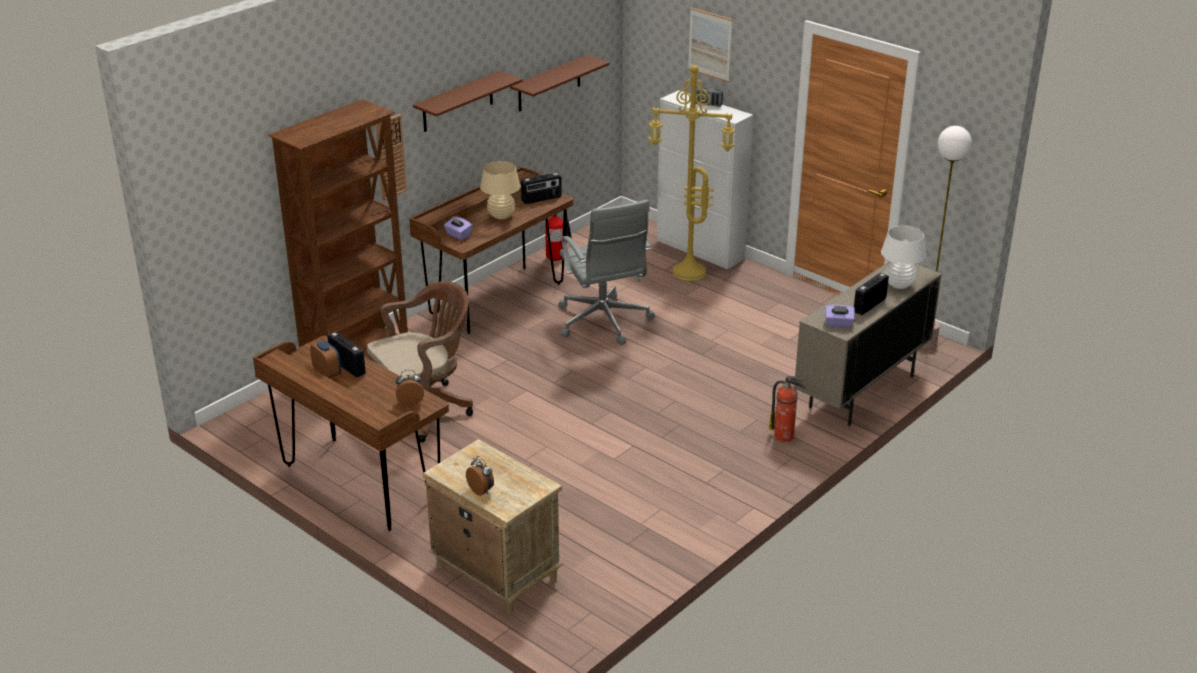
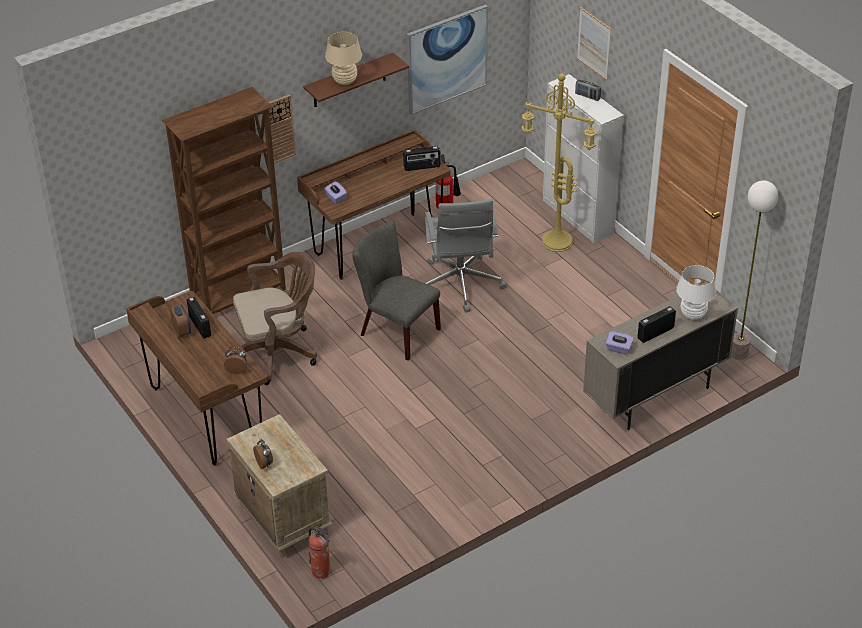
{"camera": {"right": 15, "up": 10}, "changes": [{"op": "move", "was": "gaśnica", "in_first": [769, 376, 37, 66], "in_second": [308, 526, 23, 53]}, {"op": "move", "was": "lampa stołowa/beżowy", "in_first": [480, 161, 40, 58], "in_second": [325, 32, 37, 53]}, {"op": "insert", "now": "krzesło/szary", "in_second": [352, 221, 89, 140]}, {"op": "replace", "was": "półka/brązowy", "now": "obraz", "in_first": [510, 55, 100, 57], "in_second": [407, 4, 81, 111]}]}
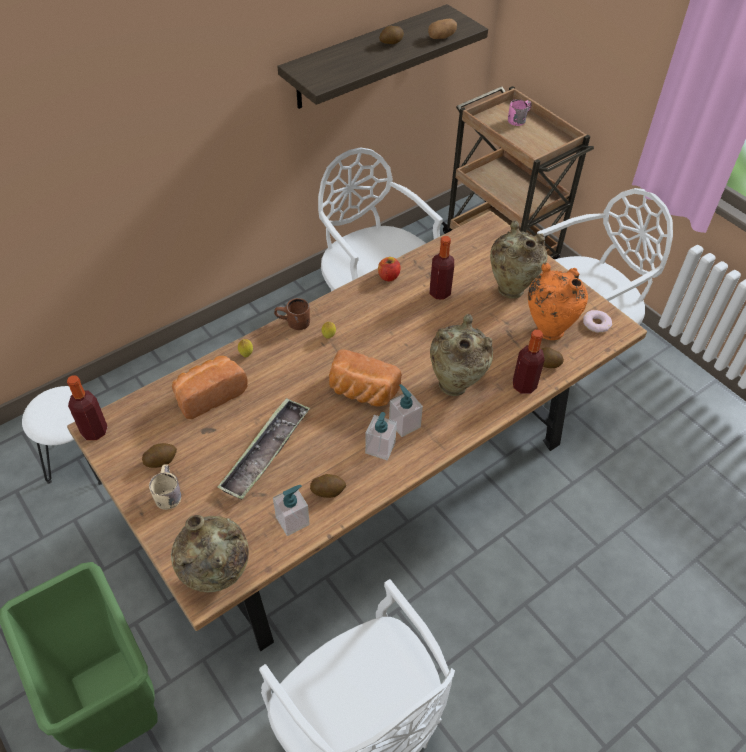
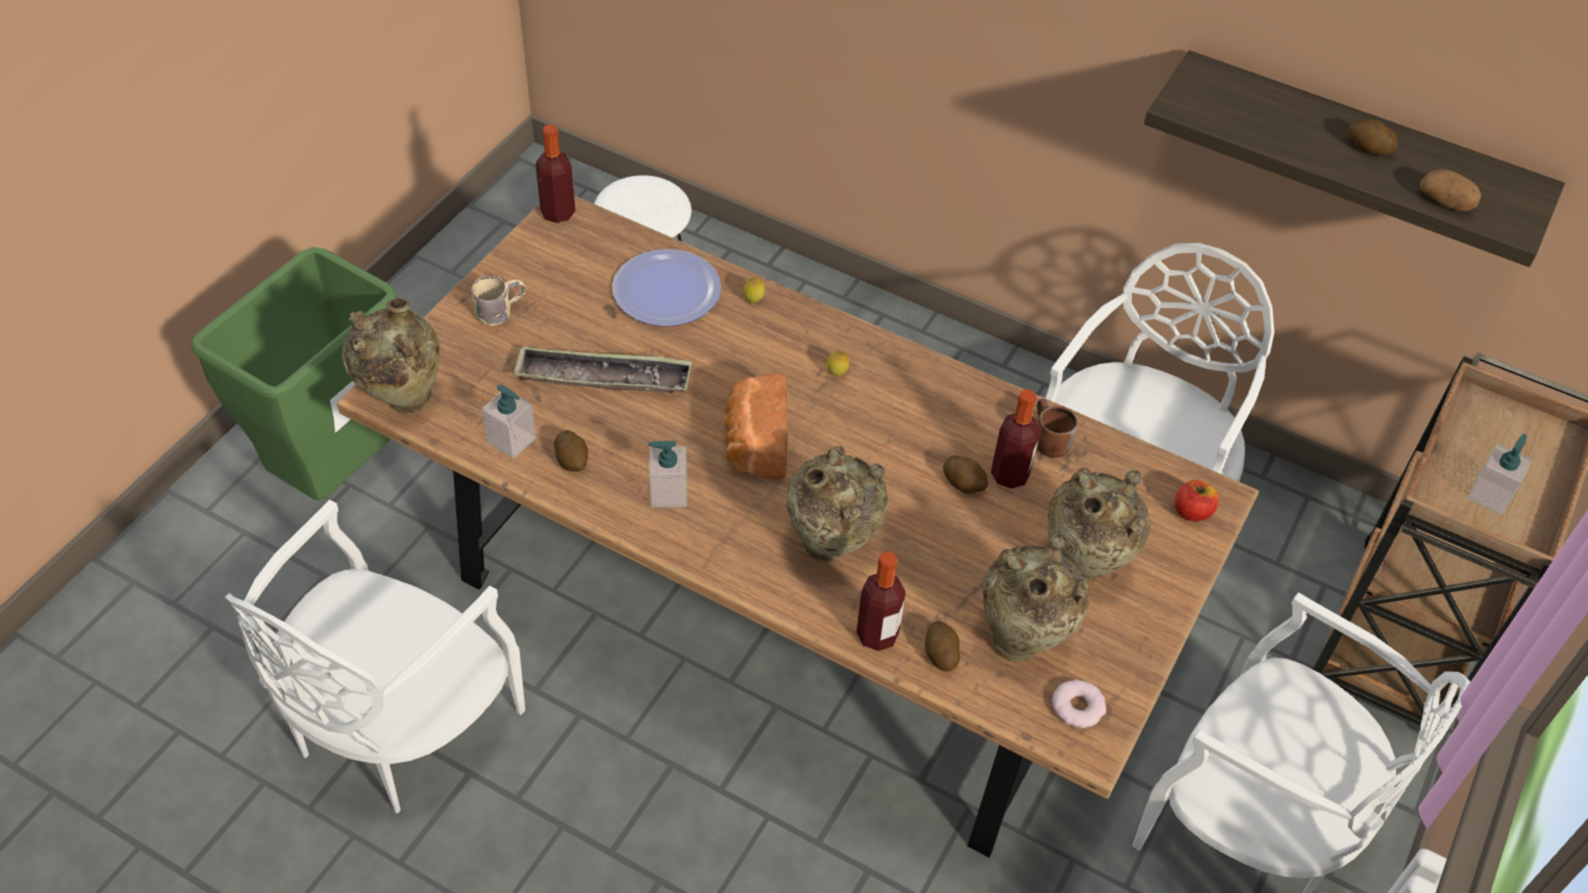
{"camera": {"right": 65, "up": 0}, "changes": [{"op": "replace", "was": "chleb", "now": "talerz", "in_first": [172, 356, 76, 63], "in_second": [612, 249, 109, 77]}, {"op": "move", "was": "ziemniak", "in_first": [142, 443, 35, 25], "in_second": [943, 455, 45, 39]}, {"op": "recolor", "was": "wazon/pomarańczowy", "now": "wazon/beżowy", "in_first": [528, 263, 60, 77], "in_second": [982, 534, 108, 128]}, {"op": "move", "was": "kubek/brązowy", "in_first": [274, 298, 36, 32], "in_second": [1037, 399, 41, 59]}, {"op": "move", "was": "jabłko", "in_first": [378, 257, 23, 24], "in_second": [1175, 480, 44, 42]}, {"op": "move", "was": "dozownik mydła", "in_first": [389, 384, 34, 53], "in_second": [1467, 434, 65, 81]}, {"op": "delete", "was": "kubek/różowy", "in_first": [508, 99, 24, 27]}]}
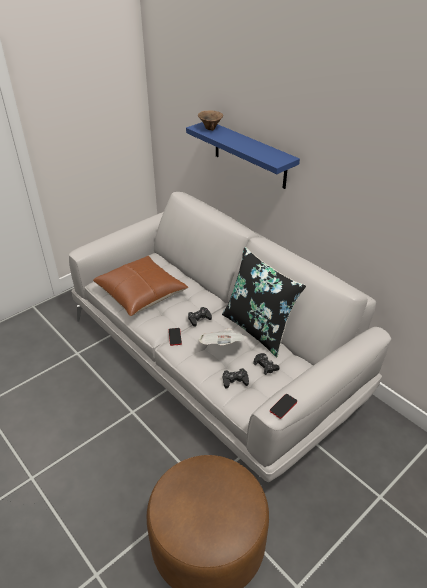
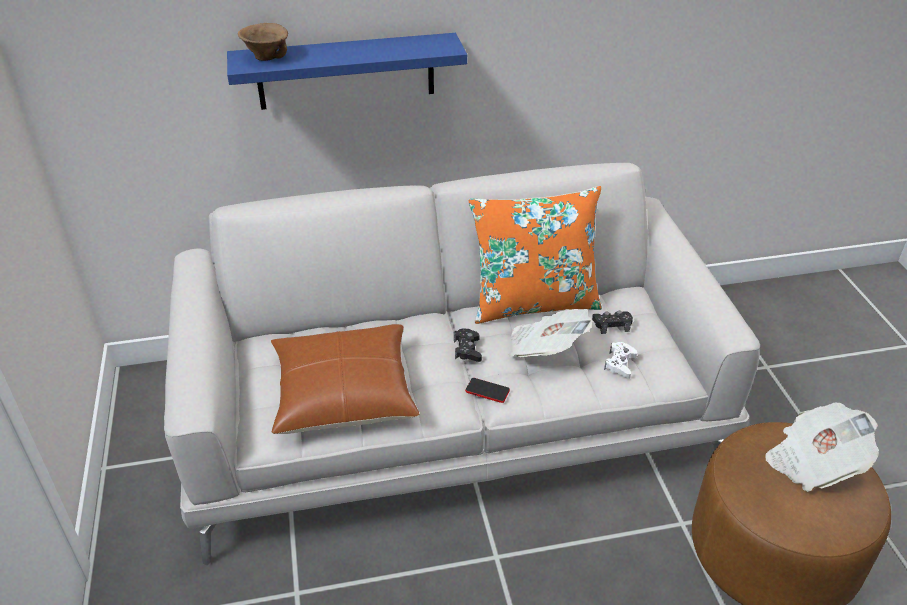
{"camera": {"right": -60, "up": 0}, "changes": [{"op": "recolor", "was": "poduszka/czarny", "now": "poduszka/pomarańczowy", "in_first": [222, 247, 84, 110], "in_second": [468, 186, 134, 138]}, {"op": "recolor", "was": "pad do gier/czarny", "now": "pad do gier/biały", "in_first": [223, 368, 26, 21], "in_second": [604, 342, 33, 37]}, {"op": "insert", "now": "gazeta", "in_second": [765, 403, 114, 89]}, {"op": "delete", "was": "telefon", "in_first": [270, 394, 27, 25]}]}
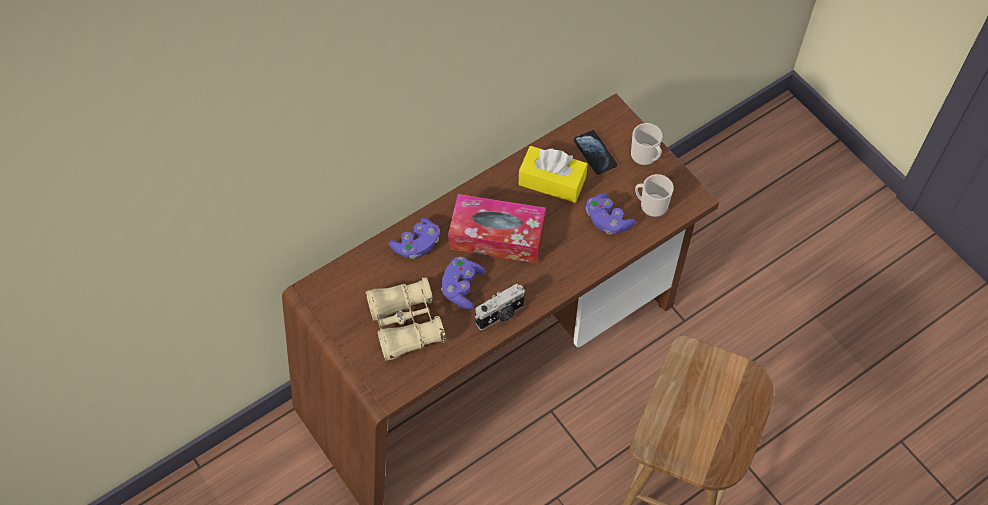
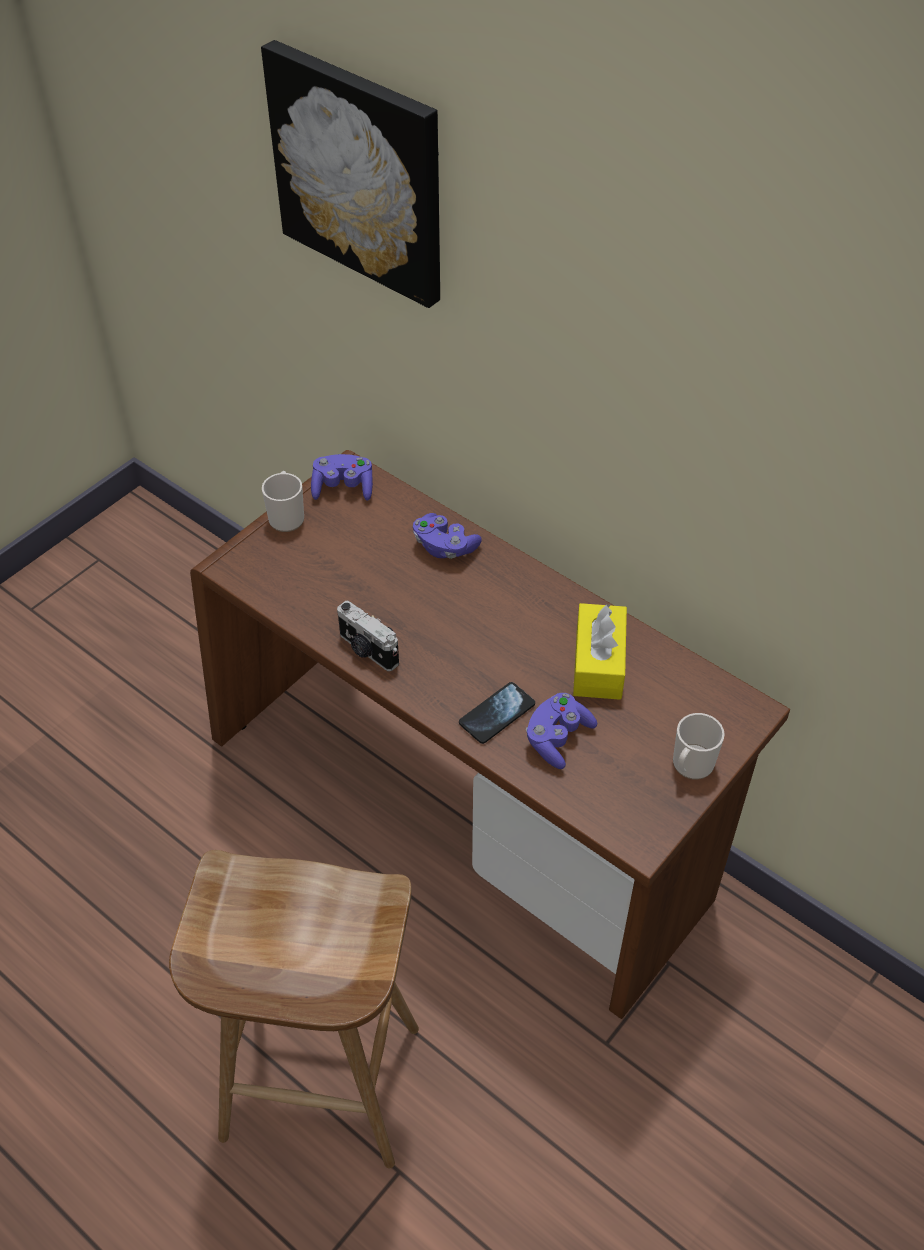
{"camera": {"right": 75, "up": -10}, "changes": [{"op": "insert", "now": "obraz", "in_second": [261, 40, 179, 268]}, {"op": "move", "was": "kubek", "in_first": [635, 174, 39, 43], "in_second": [262, 471, 42, 61]}, {"op": "move", "was": "pad do gier/fioletowy", "in_first": [441, 257, 44, 52], "in_second": [311, 454, 62, 47]}, {"op": "move", "was": "telefon", "in_first": [574, 130, 43, 44], "in_second": [459, 682, 76, 62]}, {"op": "delete", "was": "lornetka/beżowy", "in_first": [366, 277, 80, 84]}, {"op": "delete", "was": "pudełko chusteczek", "in_first": [448, 194, 98, 69]}]}
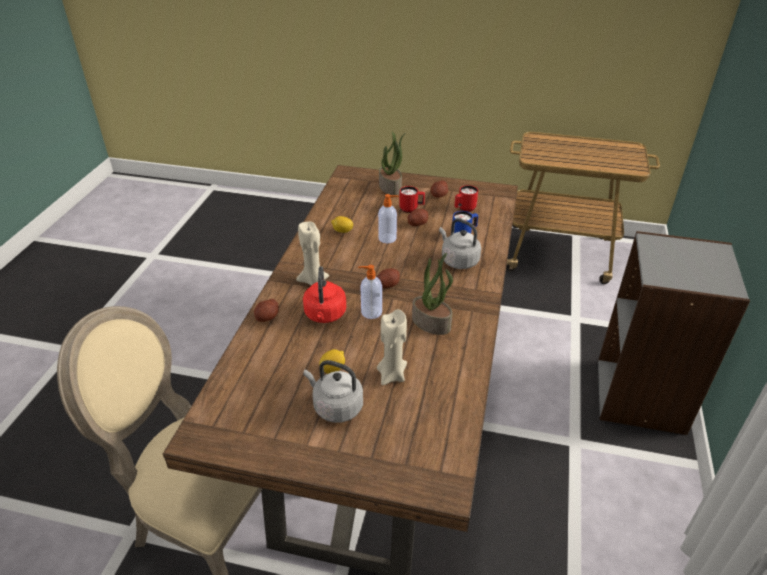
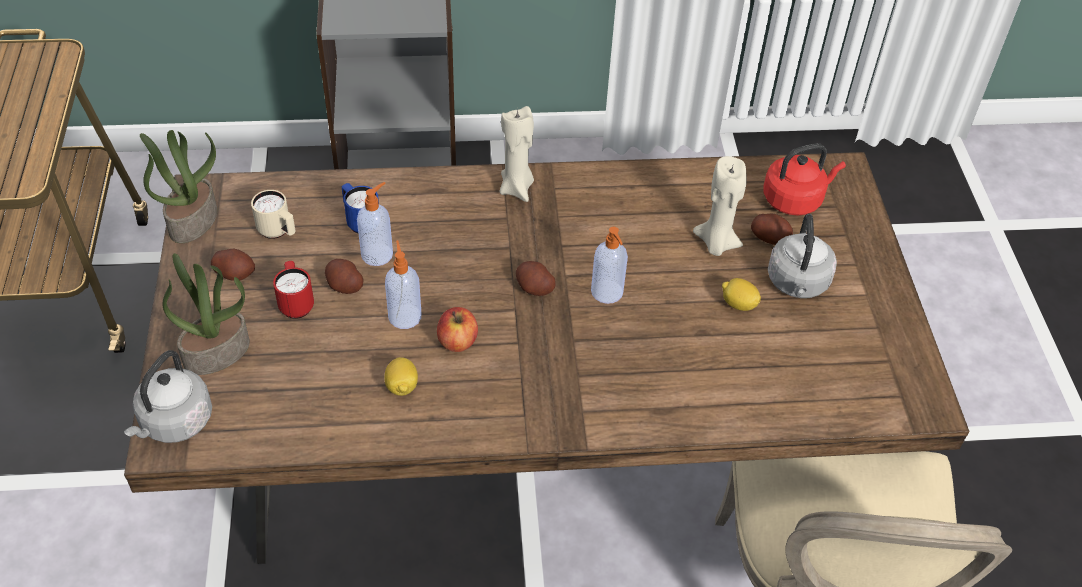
{"camera": {"right": -110, "up": 10}, "changes": [{"op": "move", "was": "czajnik/szary", "in_first": [439, 218, 42, 51], "in_second": [124, 350, 88, 93]}, {"op": "move", "was": "roślina doniczkowa", "in_first": [412, 253, 41, 82], "in_second": [140, 130, 77, 113]}, {"op": "recolor", "was": "kubek/czerwony", "now": "kubek/beżowy", "in_first": [455, 185, 23, 27], "in_second": [251, 190, 45, 49]}, {"op": "insert", "now": "dozownik mydła", "in_second": [357, 182, 36, 84]}, {"op": "insert", "now": "jabłko", "in_second": [437, 307, 41, 45]}, {"op": "move", "was": "świeca/beżowy", "in_first": [296, 222, 33, 64], "in_second": [500, 106, 34, 96]}, {"op": "move", "was": "ziemniak", "in_first": [254, 299, 25, 23], "in_second": [751, 214, 42, 31]}, {"op": "move", "was": "czajnik/czerwony", "in_first": [303, 266, 43, 57], "in_second": [763, 143, 83, 73]}]}
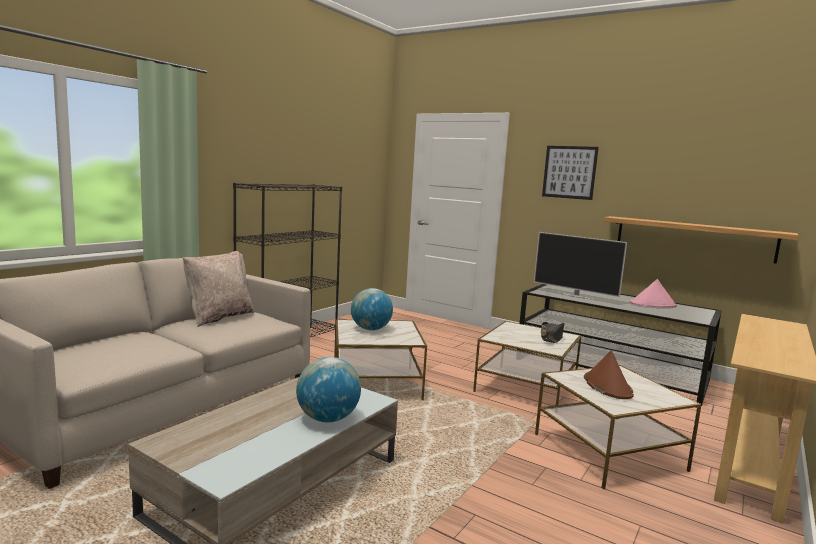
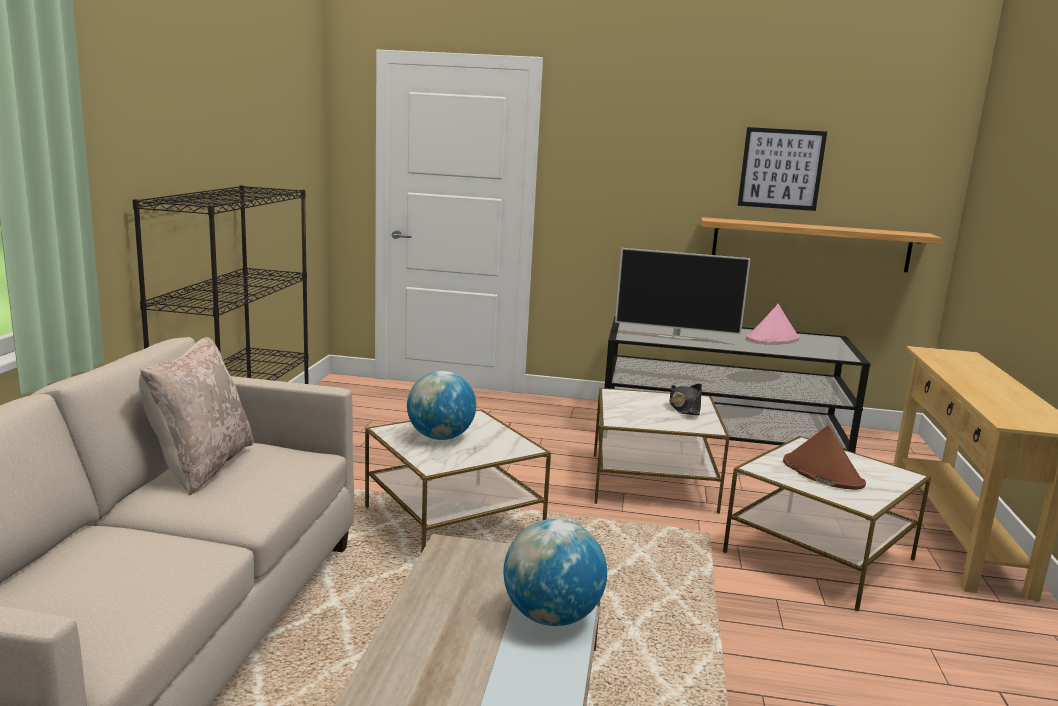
{"camera": {"right": -25, "up": 5}, "changes": [{"op": "move", "was": "obraz", "in_first": [542, 146, 57, 54], "in_second": [738, 127, 89, 84]}]}
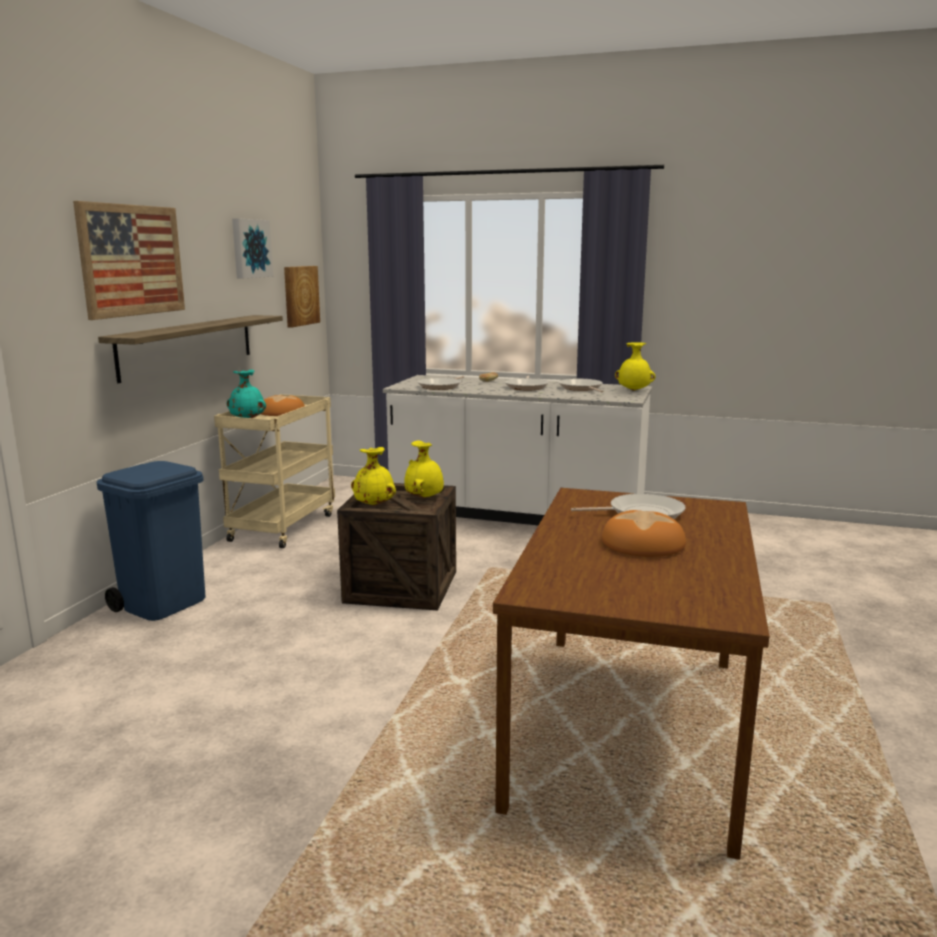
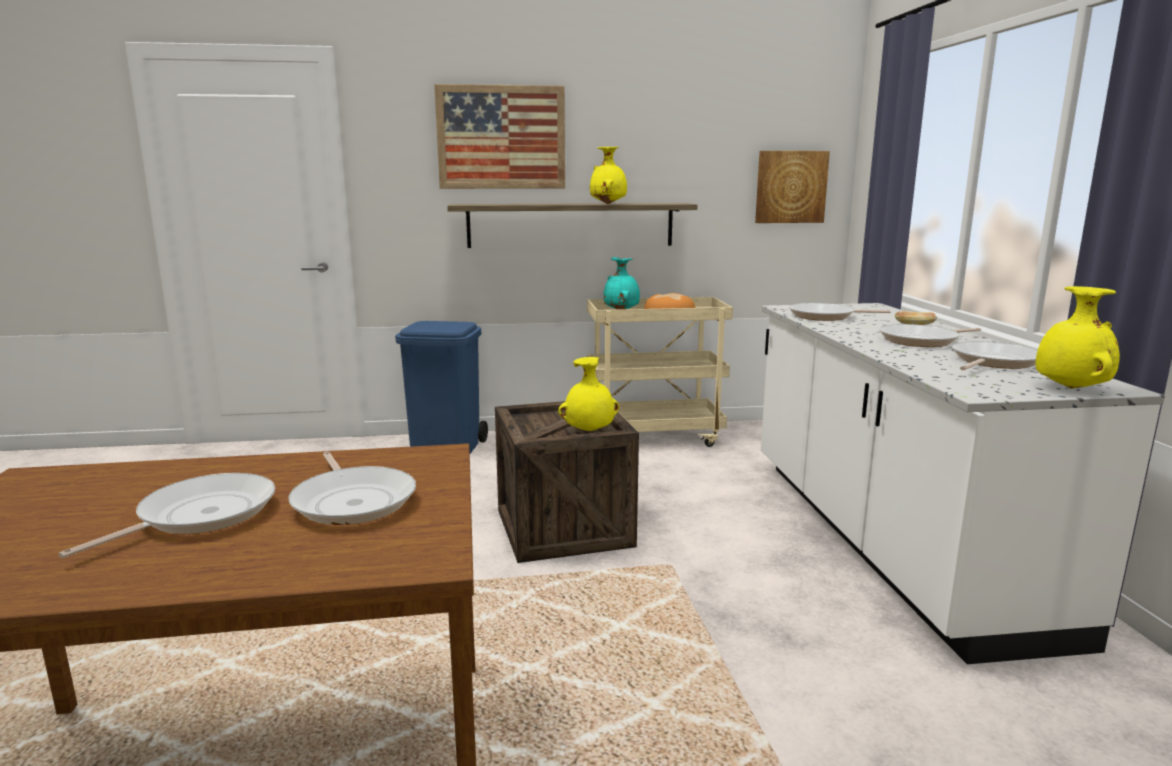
{"camera": {"right": 65, "up": 0}, "changes": [{"op": "replace", "was": "chleb", "now": "patelnia", "in_first": [602, 510, 84, 47], "in_second": [59, 473, 216, 85]}, {"op": "move", "was": "wazon/żółty", "in_first": [351, 447, 45, 59], "in_second": [590, 147, 37, 57]}, {"op": "delete", "was": "obraz", "in_first": [232, 218, 41, 60]}]}
